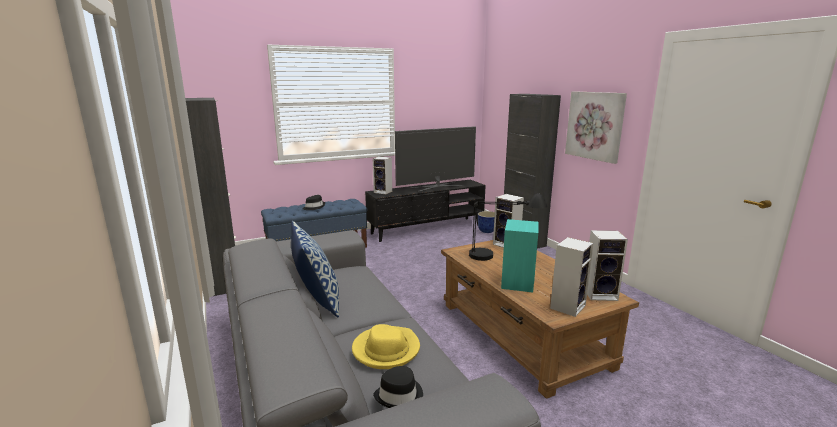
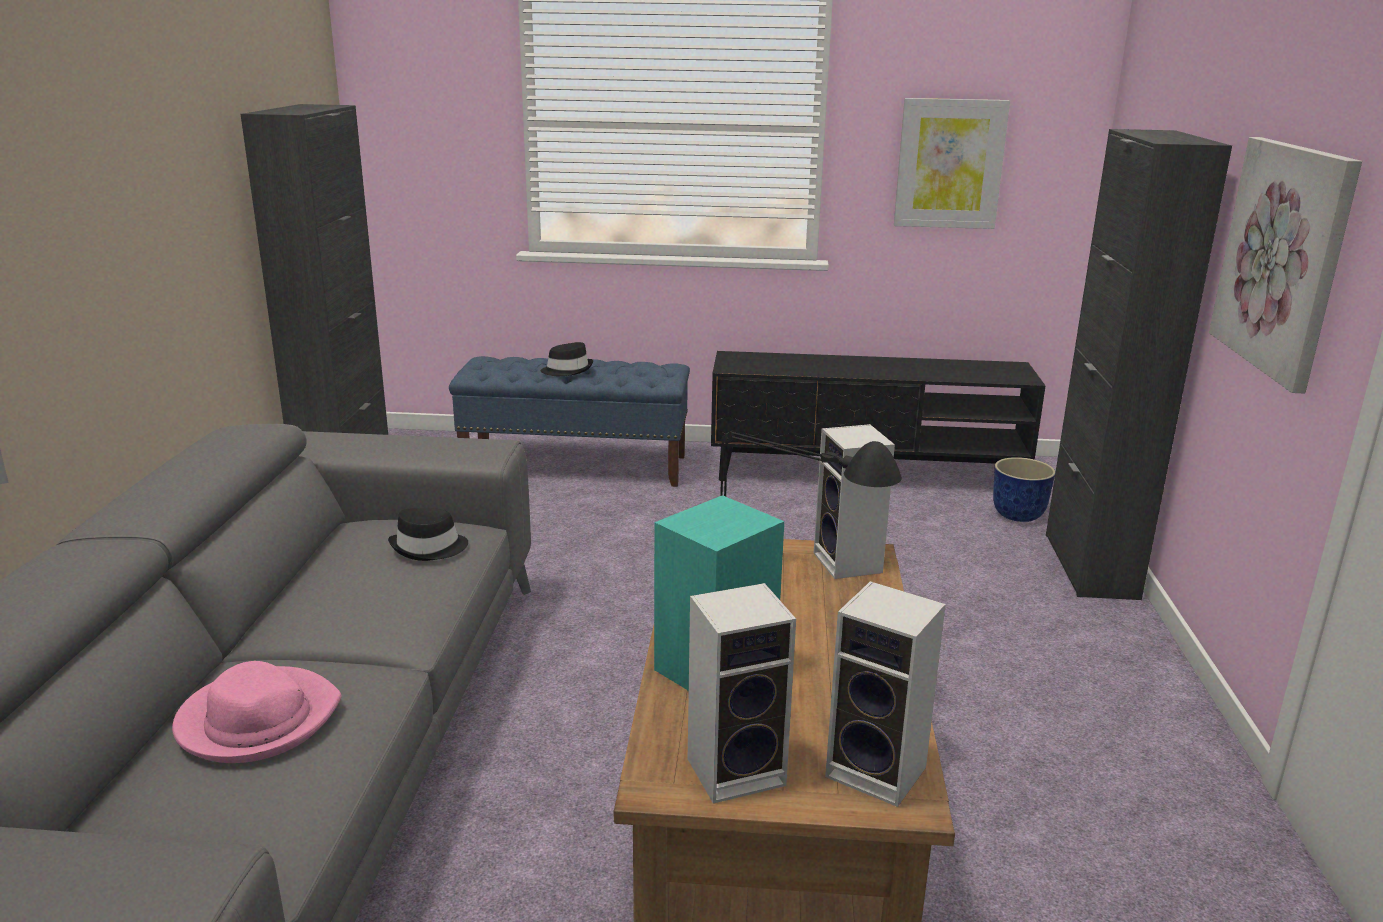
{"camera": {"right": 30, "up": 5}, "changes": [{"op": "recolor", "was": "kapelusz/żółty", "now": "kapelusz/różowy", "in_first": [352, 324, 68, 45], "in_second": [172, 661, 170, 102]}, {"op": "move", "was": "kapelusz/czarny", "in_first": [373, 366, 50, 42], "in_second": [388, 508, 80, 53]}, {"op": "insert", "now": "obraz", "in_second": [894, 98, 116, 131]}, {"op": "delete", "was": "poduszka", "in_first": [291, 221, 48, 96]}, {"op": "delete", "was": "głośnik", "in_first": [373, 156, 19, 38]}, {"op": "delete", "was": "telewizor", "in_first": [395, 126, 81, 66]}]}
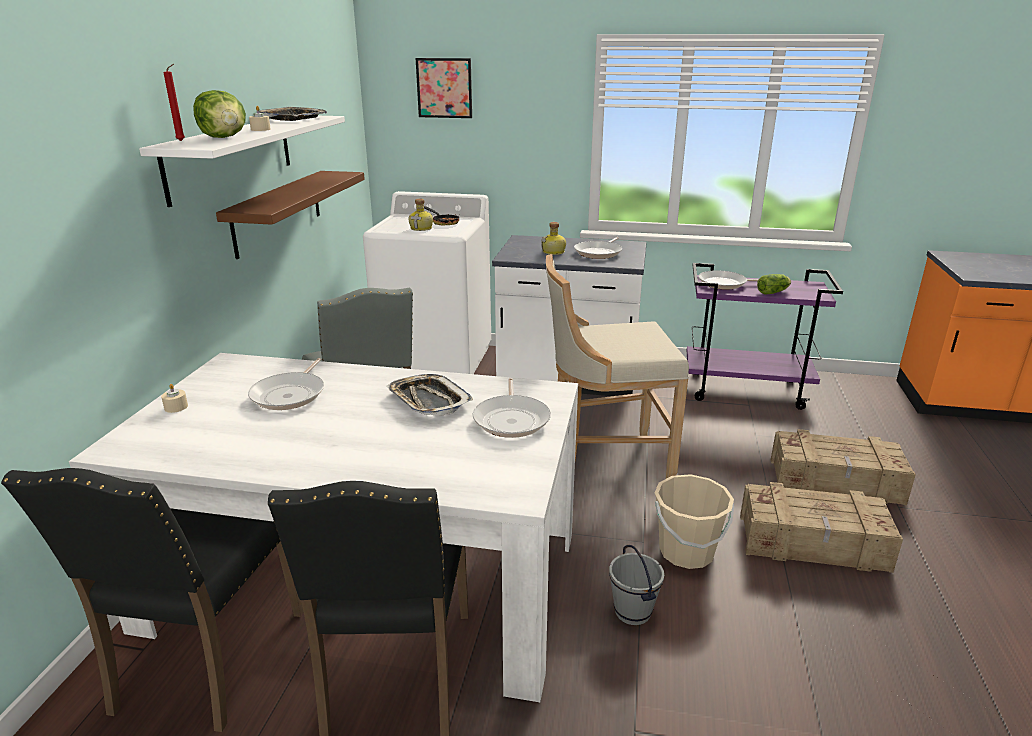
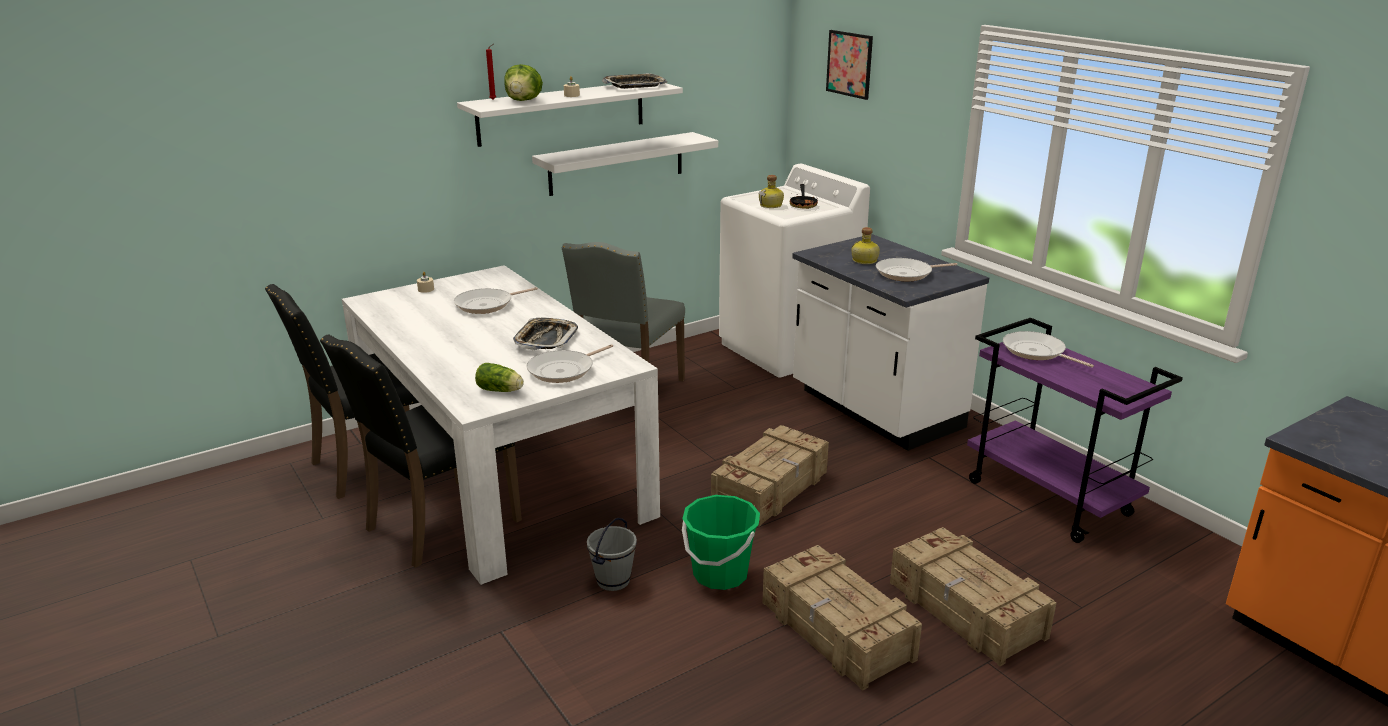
{"camera": {"right": 45, "up": 0}, "changes": [{"op": "move", "was": "sałata", "in_first": [757, 274, 34, 21], "in_second": [475, 363, 49, 29]}, {"op": "recolor", "was": "półka/brązowy", "now": "półka/biały", "in_first": [216, 171, 149, 88], "in_second": [532, 132, 186, 64]}, {"op": "recolor", "was": "wiadro/beżowy", "now": "wiadro/zielony", "in_first": [655, 474, 79, 95], "in_second": [682, 495, 78, 95]}, {"op": "replace", "was": "stołek/beżowy", "now": "skrzynka", "in_first": [546, 254, 143, 225], "in_second": [711, 425, 118, 102]}]}
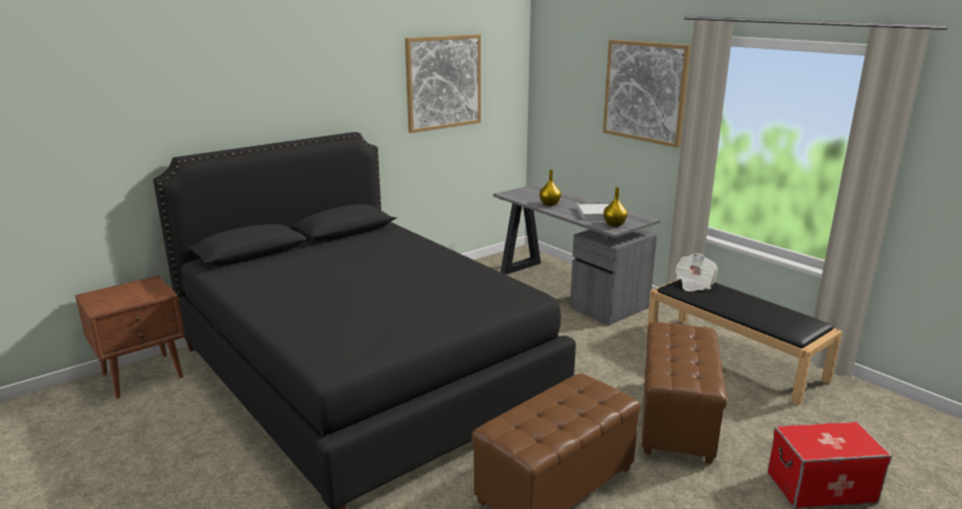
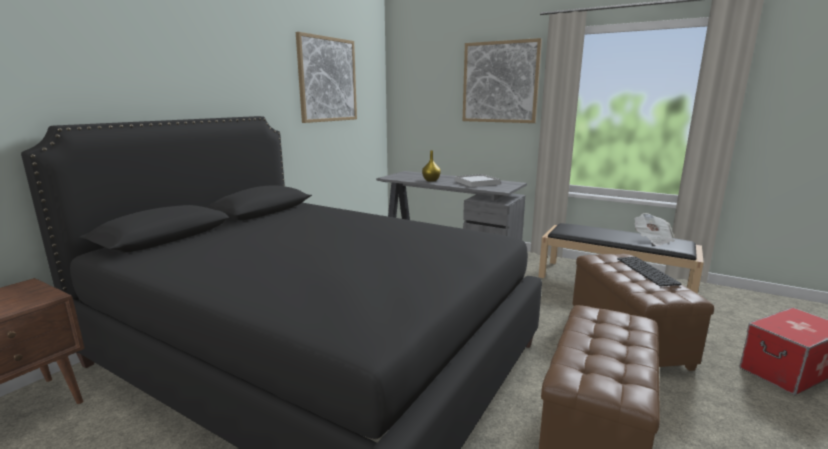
{"camera": {"right": -20, "up": -5}, "changes": [{"op": "insert", "now": "klawiatura", "in_second": [617, 257, 65, 29]}, {"op": "move", "was": "gazeta", "in_first": [674, 253, 44, 38], "in_second": [635, 213, 40, 33]}, {"op": "delete", "was": "wazon/żółty", "in_first": [603, 187, 25, 40]}]}
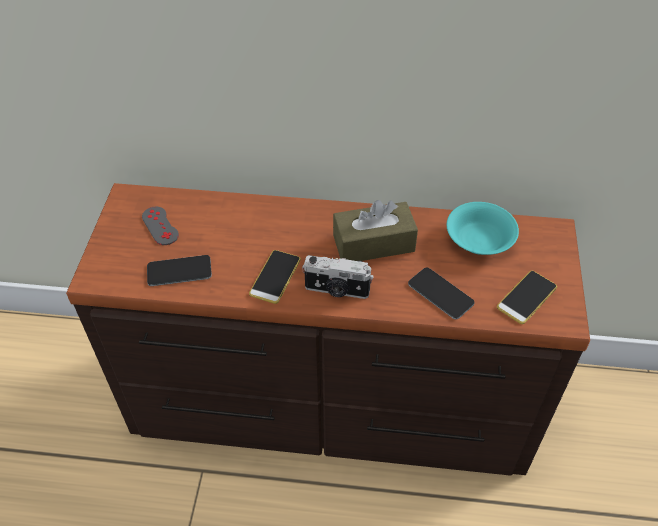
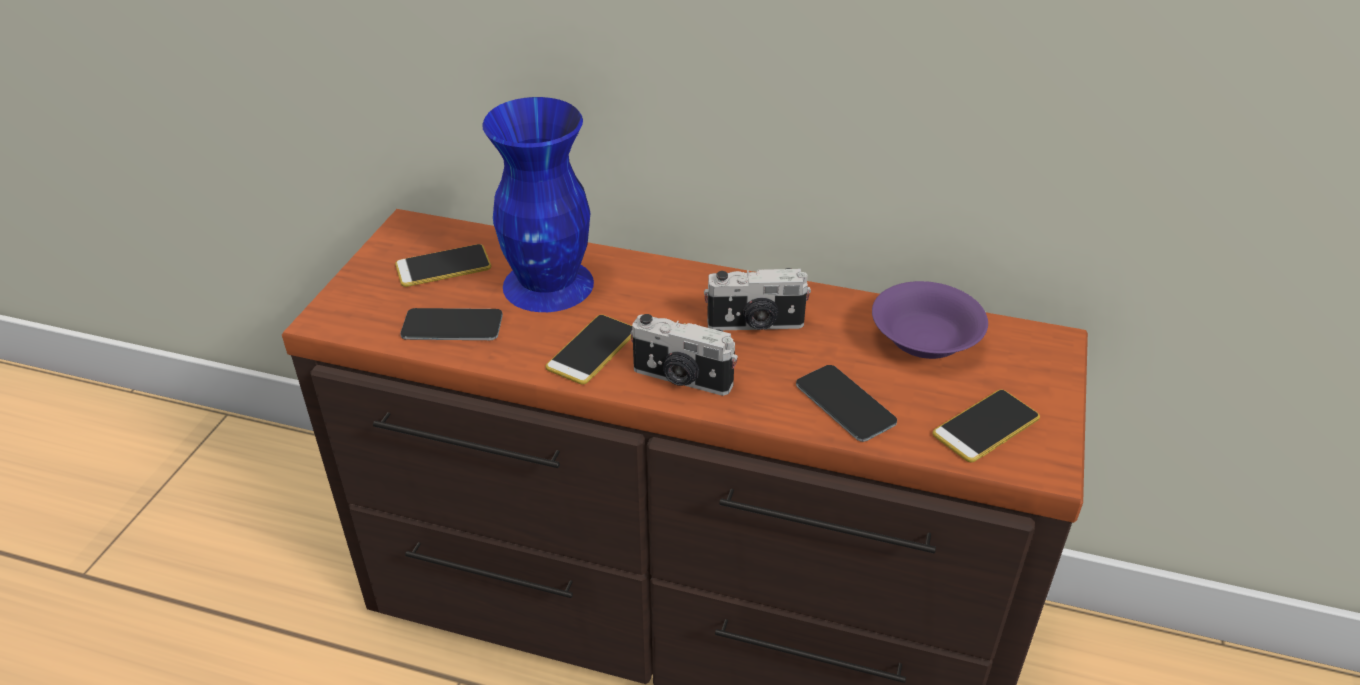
{"camera": {"right": 10, "up": -10}, "changes": [{"op": "replace", "was": "pad do gier/szary", "now": "telefon", "in_first": [142, 207, 37, 38], "in_second": [395, 244, 96, 43]}, {"op": "insert", "now": "wazon/niebieski", "in_second": [482, 97, 112, 215]}, {"op": "replace", "was": "pudełko chusteczek/brązowy", "now": "aparat fotograficzny", "in_first": [333, 200, 85, 61], "in_second": [704, 268, 107, 62]}, {"op": "recolor", "was": "miska/turkusowy", "now": "miska/fioletowy", "in_first": [447, 202, 72, 53], "in_second": [872, 281, 116, 78]}]}
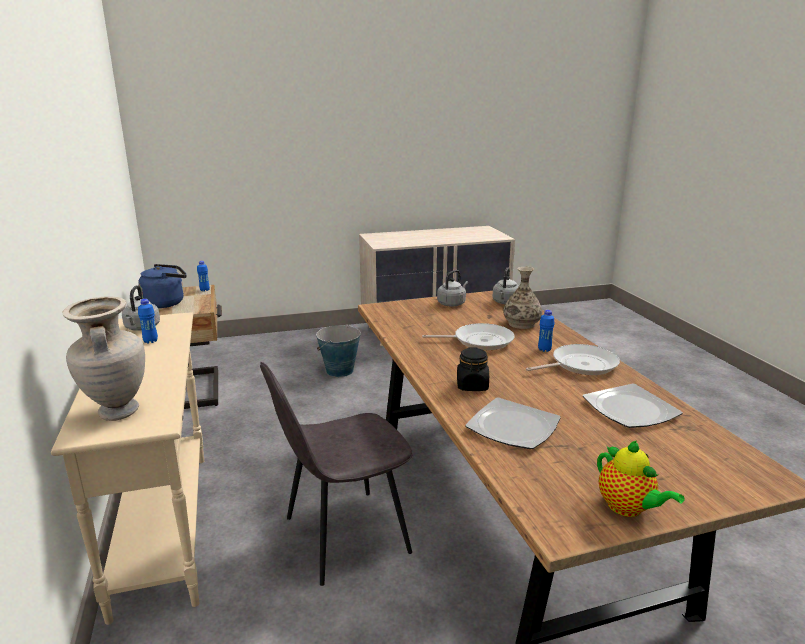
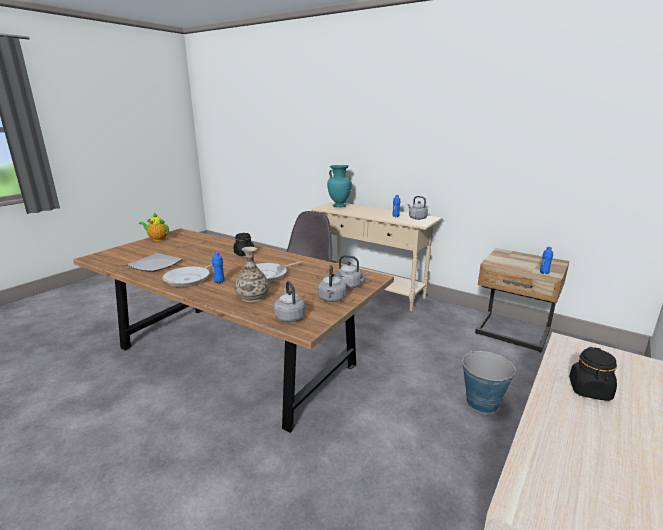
{"camera": {"right": 140, "up": 0}, "changes": [{"op": "recolor", "was": "wazon/beżowy", "now": "wazon/turkusowy", "in_first": [62, 296, 83, 125], "in_second": [327, 165, 25, 42]}, {"op": "insert", "now": "czajnik/szary", "in_second": [336, 255, 33, 33]}, {"op": "insert", "now": "słoik/czarny", "in_second": [569, 347, 48, 54]}, {"op": "delete", "was": "czajnik/niebieski", "in_first": [138, 264, 49, 44]}, {"op": "delete", "was": "talerz", "in_first": [465, 397, 96, 52]}]}
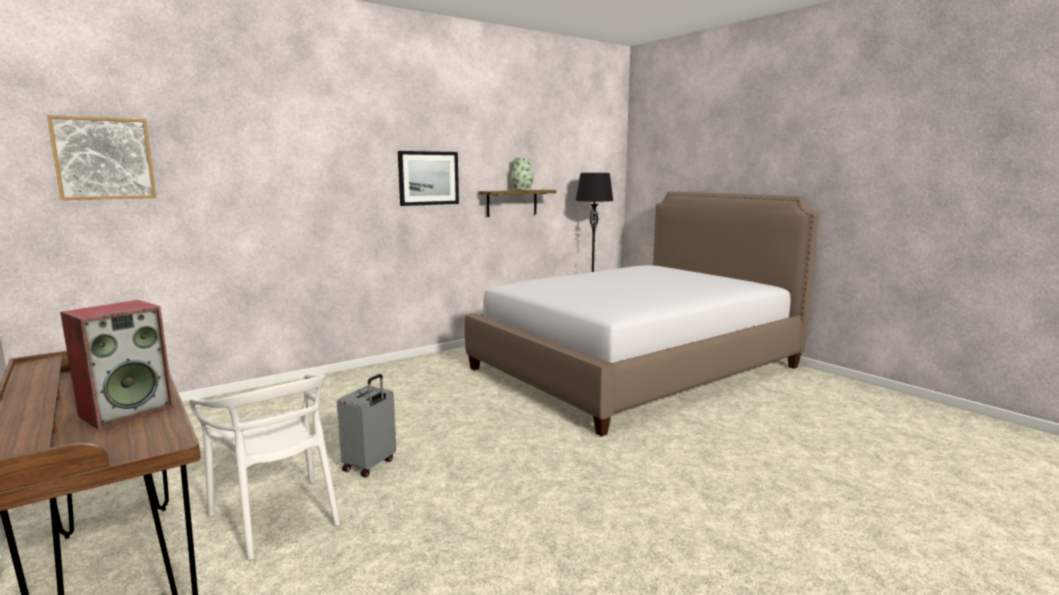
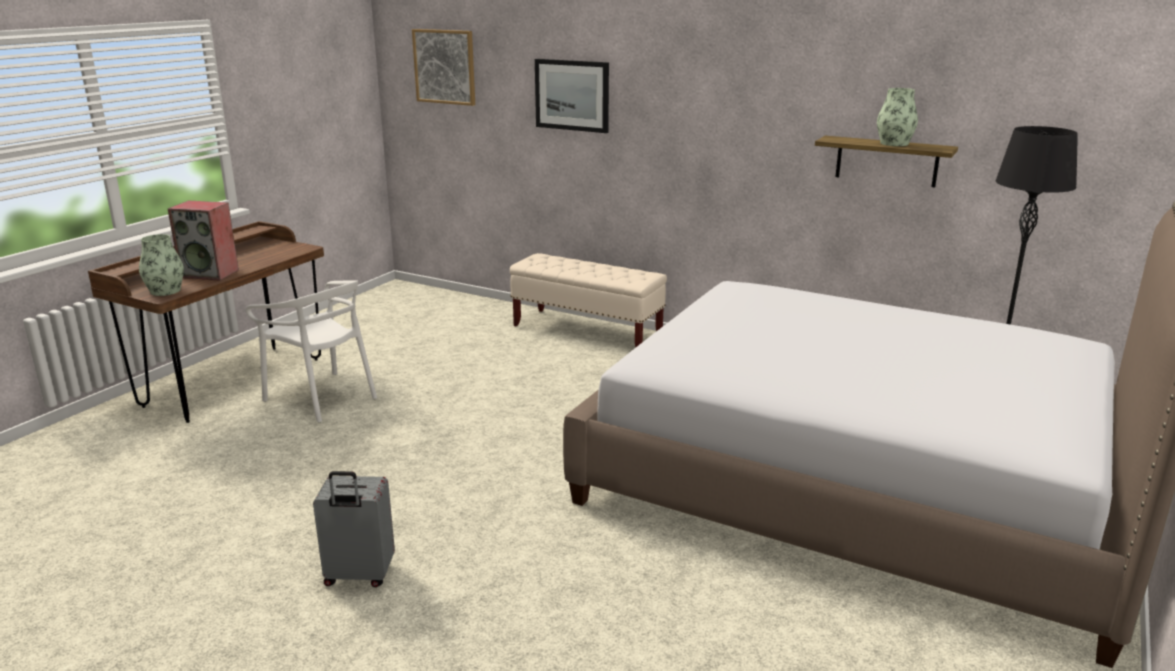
{"camera": {"right": 65, "up": 10}, "changes": [{"op": "insert", "now": "wazon", "in_second": [139, 234, 45, 62]}, {"op": "rotate", "was": "krzesło/biały", "in_first": [189, 373, 151, 187], "in_second": [246, 280, 131, 142], "clockwise": -75}, {"op": "move", "was": "walizka/szary", "in_first": [337, 374, 59, 103], "in_second": [313, 471, 82, 116]}, {"op": "insert", "now": "ławka/beżowy", "in_second": [510, 253, 157, 95]}, {"op": "move", "was": "obraz", "in_first": [398, 151, 61, 55], "in_second": [535, 59, 74, 74]}]}
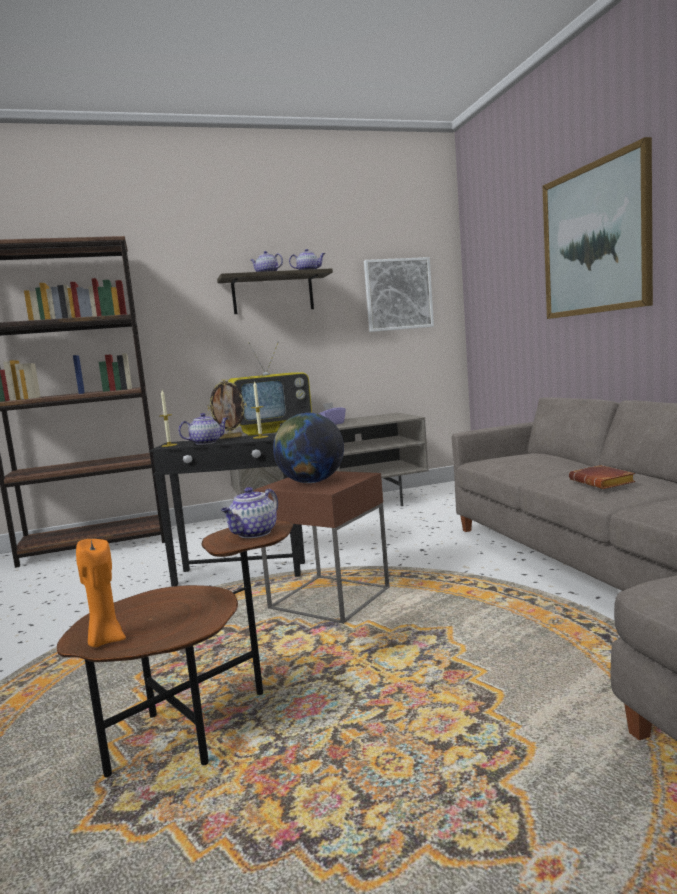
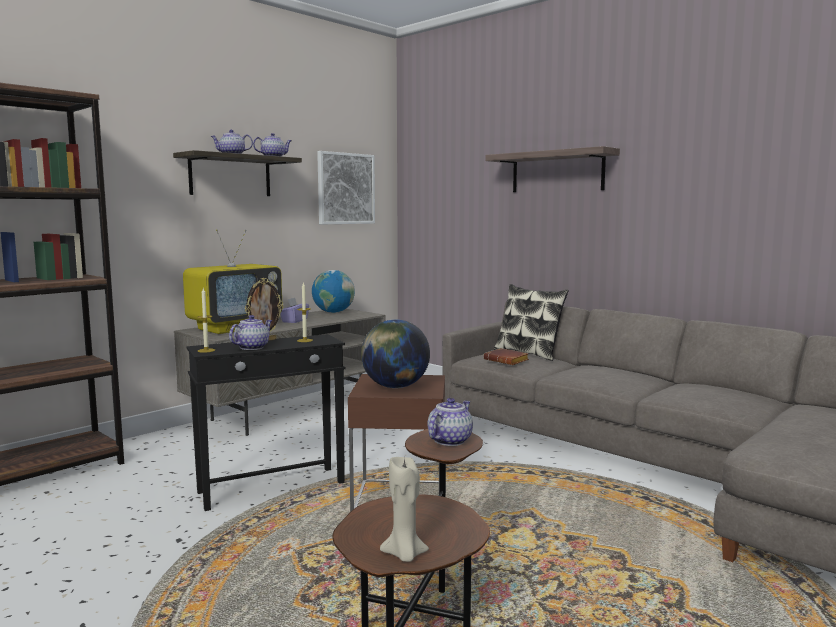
{"camera": {"right": -30, "up": 0}, "changes": [{"op": "insert", "now": "globus", "in_second": [312, 270, 43, 43]}, {"op": "recolor", "was": "świeca/pomarańczowy", "now": "świeca/beżowy", "in_first": [76, 539, 50, 108], "in_second": [380, 457, 49, 105]}, {"op": "rotate", "was": "imbryk", "in_first": [221, 487, 57, 51], "in_second": [428, 398, 45, 48], "clockwise": -150}, {"op": "move", "was": "książka/brązowy", "in_first": [569, 465, 66, 24], "in_second": [483, 348, 46, 17]}, {"op": "replace", "was": "obraz", "now": "półka", "in_first": [543, 137, 110, 182], "in_second": [485, 146, 135, 46]}, {"op": "insert", "now": "poduszka", "in_second": [494, 284, 74, 77]}]}
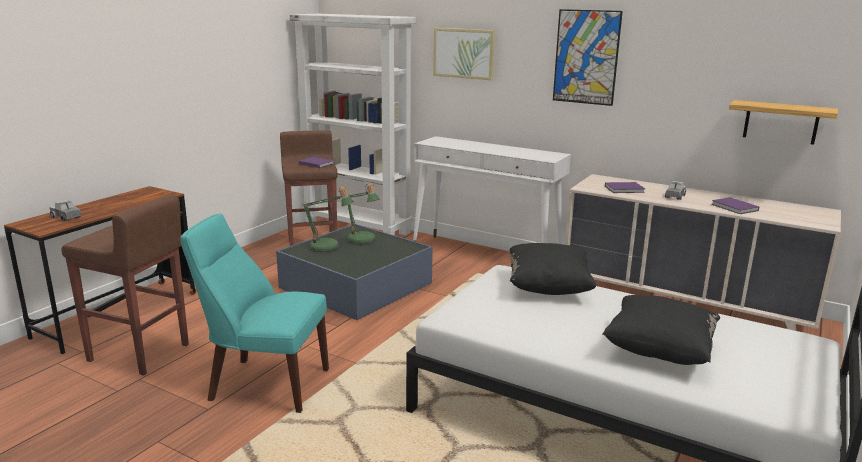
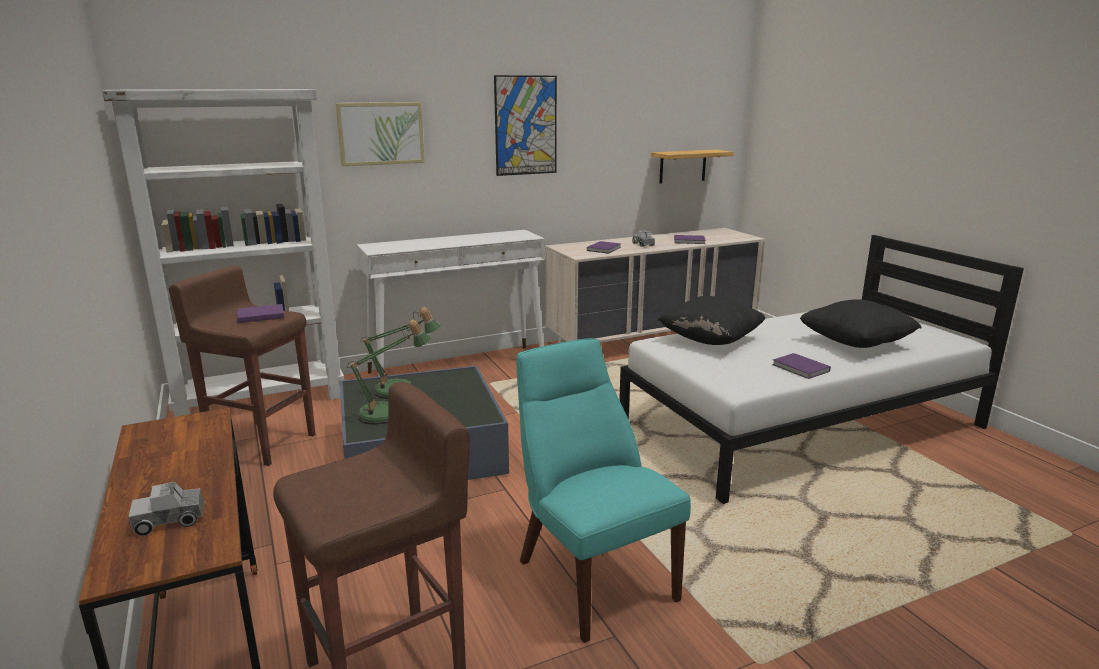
{"camera": {"right": -55, "up": 0}, "changes": [{"op": "rotate", "was": "krzesło/turkusowy", "in_first": [180, 214, 149, 199], "in_second": [516, 338, 175, 305], "clockwise": 105}, {"op": "insert", "now": "książka/fioletowy", "in_second": [772, 353, 59, 26]}]}
